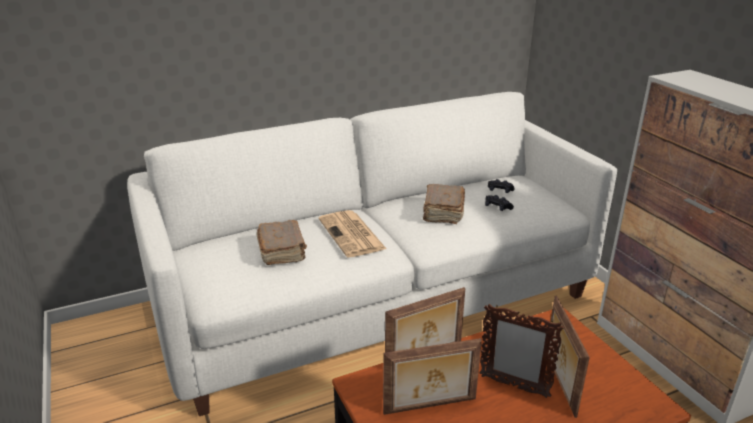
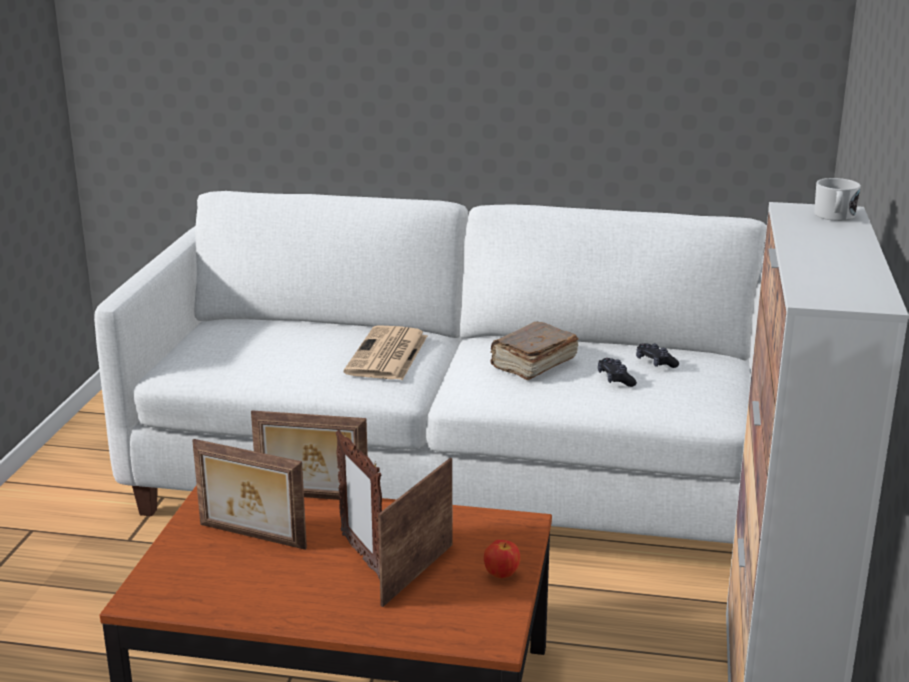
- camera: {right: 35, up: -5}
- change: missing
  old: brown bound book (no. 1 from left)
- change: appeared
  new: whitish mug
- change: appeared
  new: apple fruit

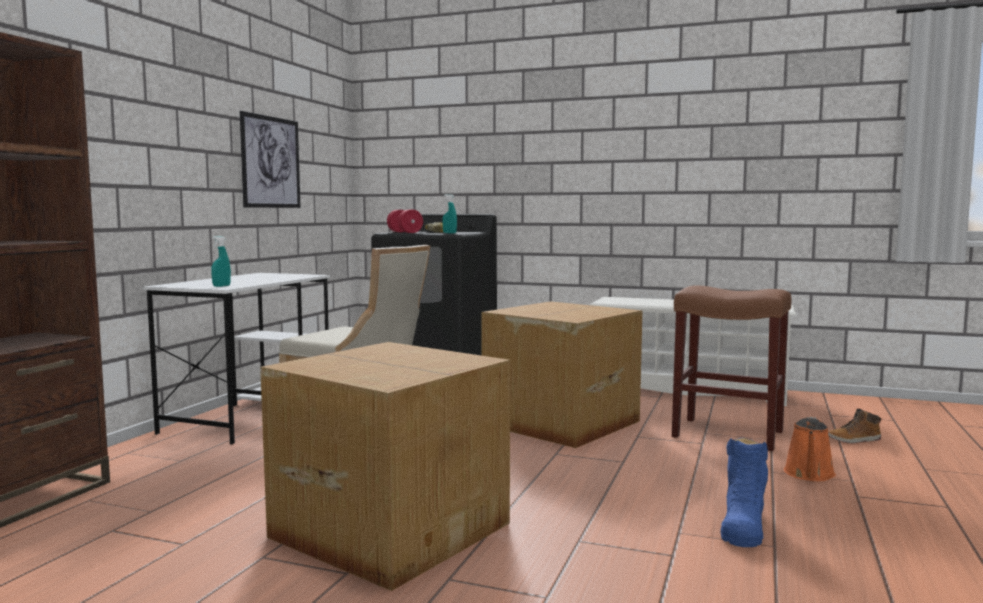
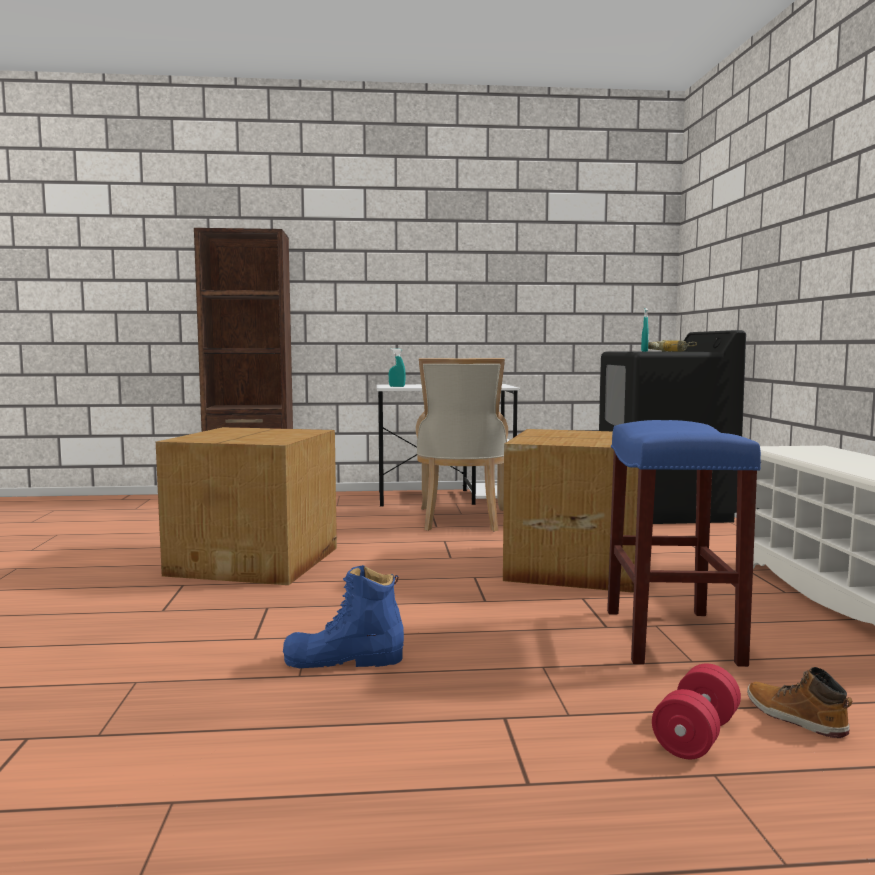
- camera: {right: 65, up: 0}
- change: missing
  old: wall art
- change: relocated
  old: red hand weight
- change: colour
  old: brown sitting stool
  new: blue-coloured sitting stool
- change: missing
  old: orange-coloured watering pot

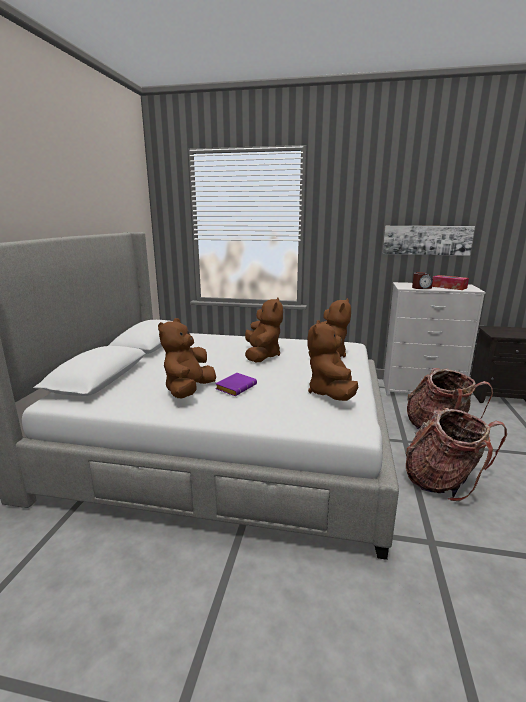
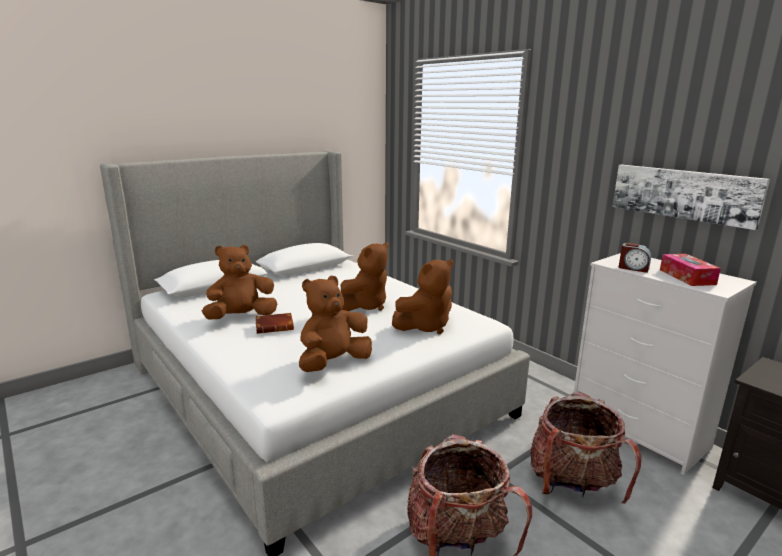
- camera: {right: 40, up: 0}
- change: colour
  old: purple-coloured bound book
  new: brown bound book

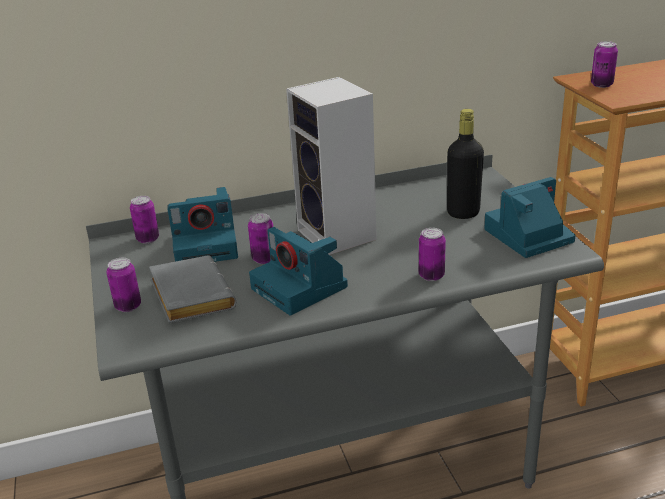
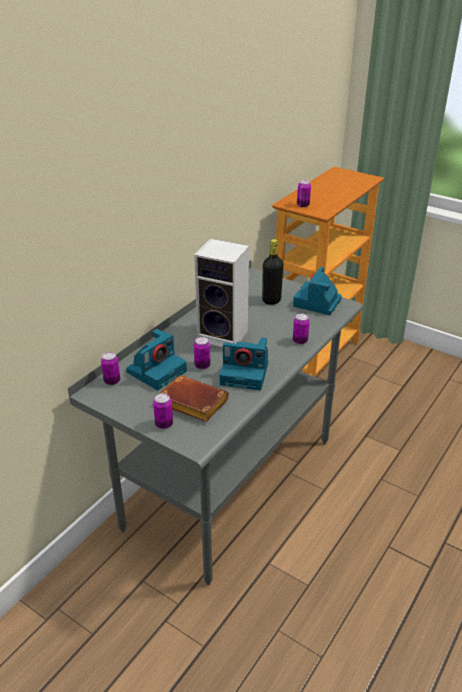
- camera: {right: -40, up: 5}
- change: colour
  old: greyish bound book
  new: brown bound book

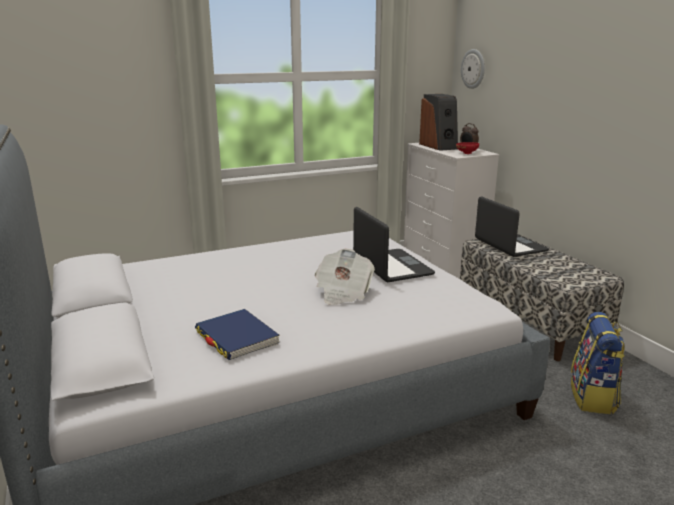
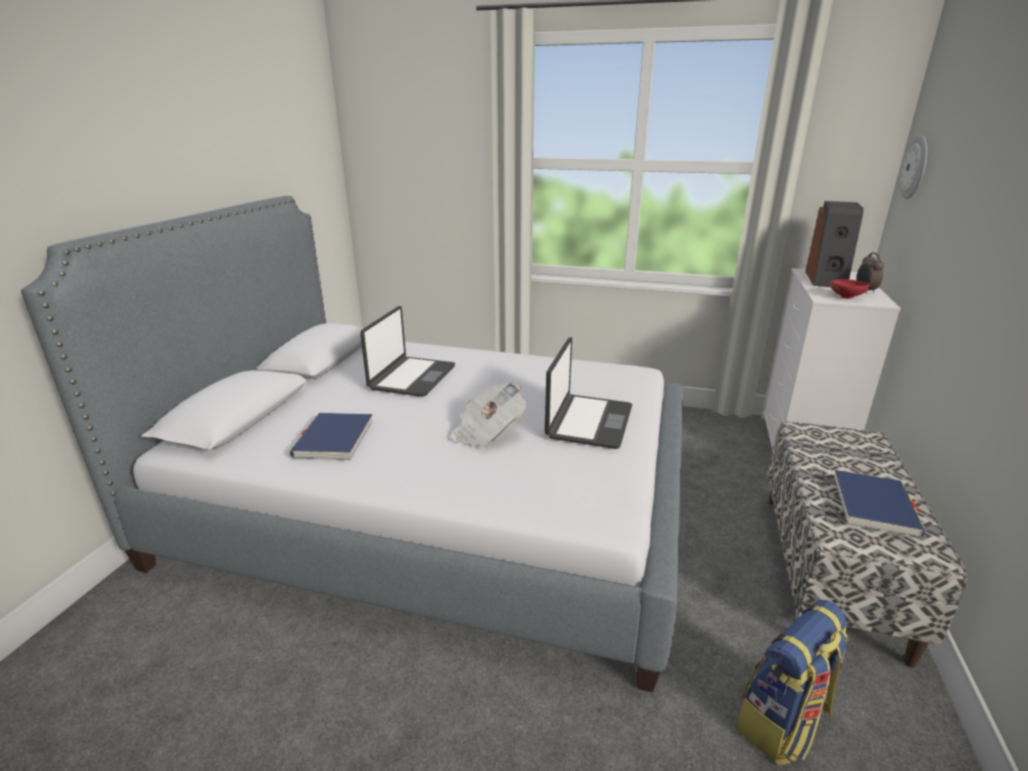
- camera: {right: 40, up: 5}
- change: relocated
  old: portable computer (no. 2 from left in the first image)
  new: portable computer (no. 1 from left)
- change: appeared
  new: blue-coloured bound book (no. 2 from left)

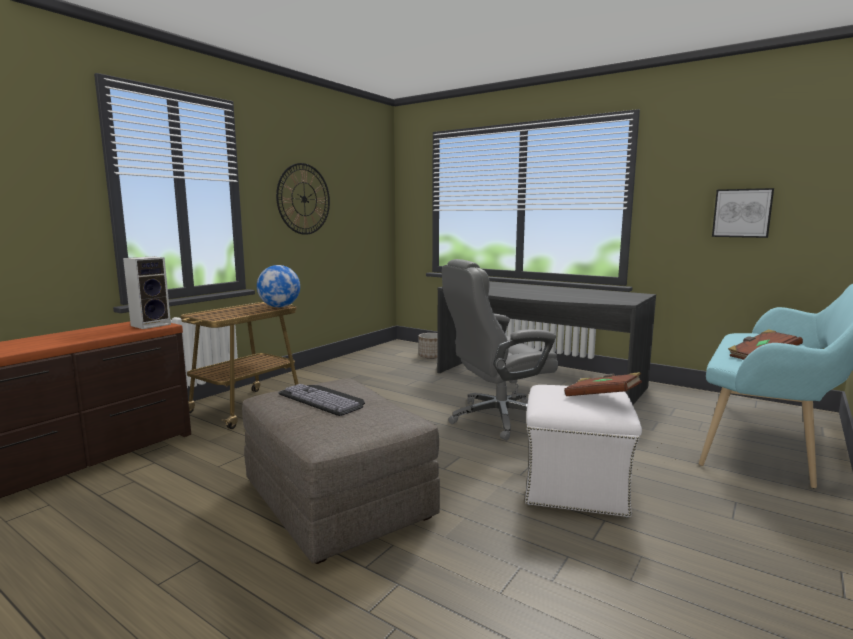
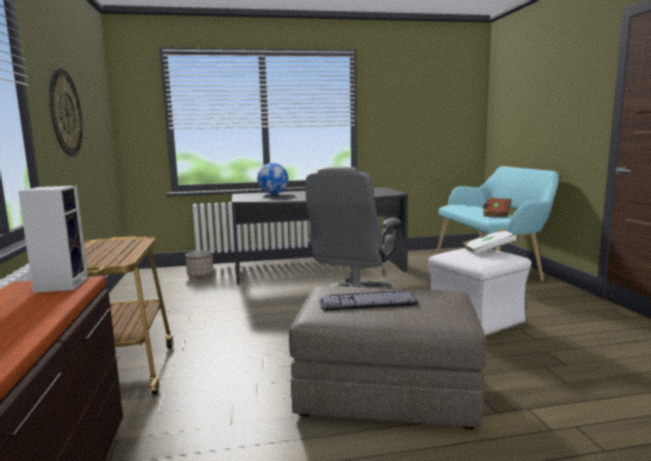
- camera: {right: -45, up: 0}
- change: missing
  old: wall art
- change: relocated
  old: globe
- change: colour
  old: brown bound book (no. 1 from left)
  new: whitish bound book

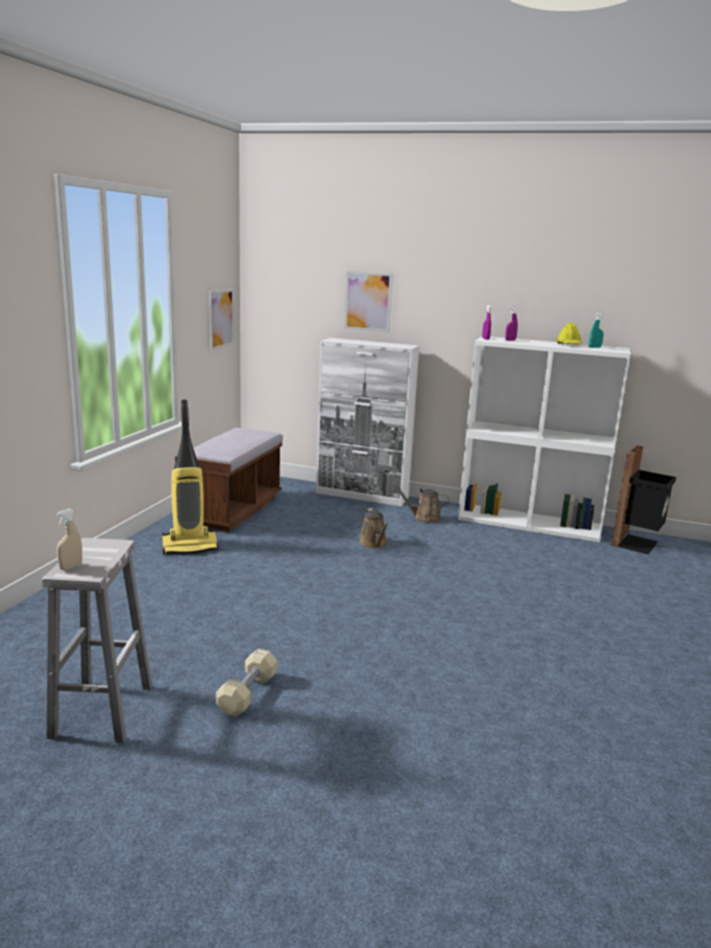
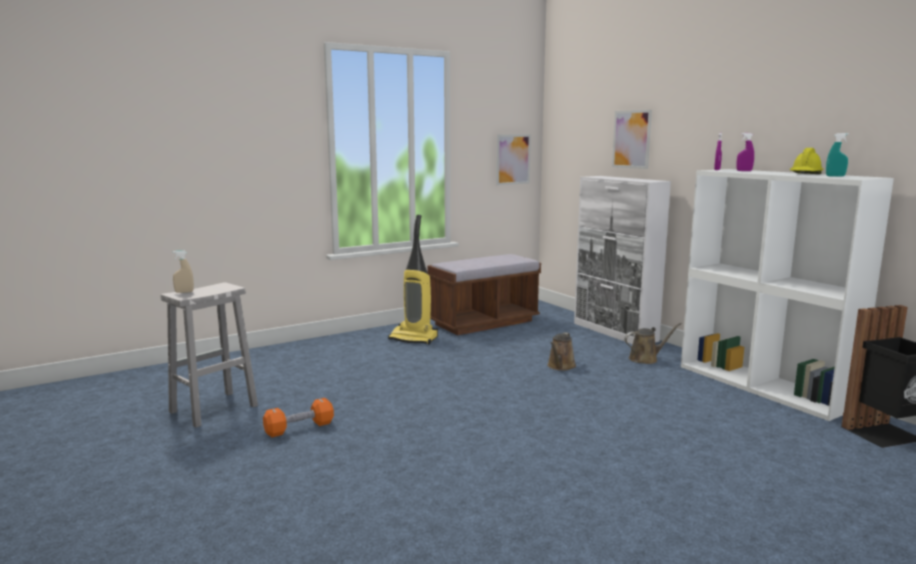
- camera: {right: 40, up: -5}
- change: spun
  old: brown watering pot (no. 2 from left)
  degrees: 120
- change: colour
  old: beige hand weight
  new: orange-coloured hand weight

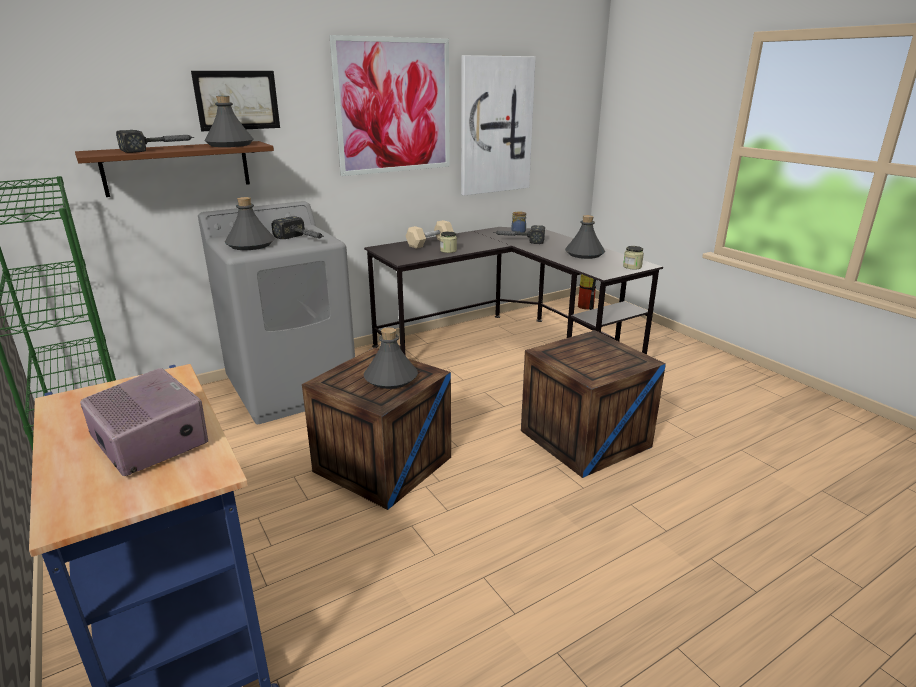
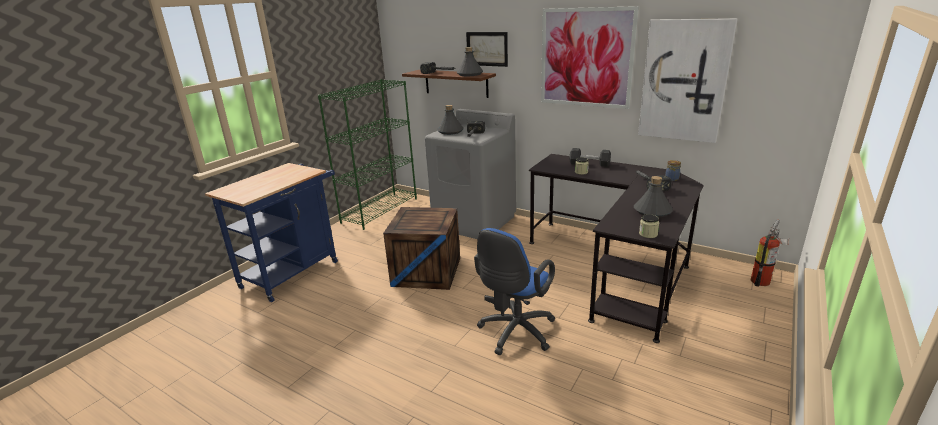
- camera: {right: 65, up: 0}
- change: colour
  old: beige hand weight
  new: black hand weight
- change: missing
  old: greyish beverage bottle (no. 3 from left)
- change: exchanged
  old: shipping crate (no. 2 from left)
  new: blue-coloured computer chair
- change: missing
  old: radio set

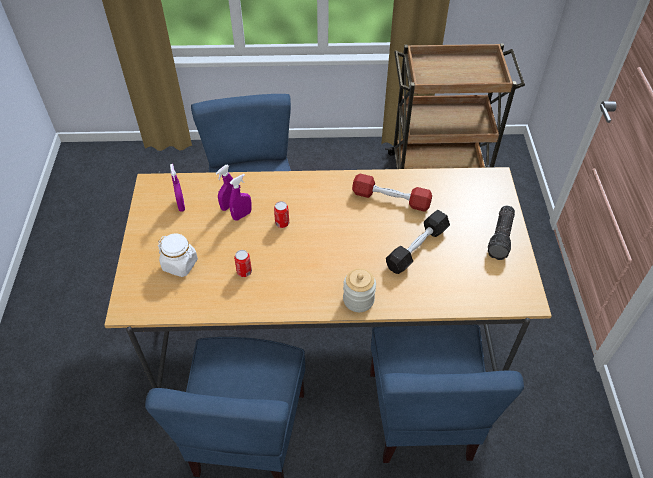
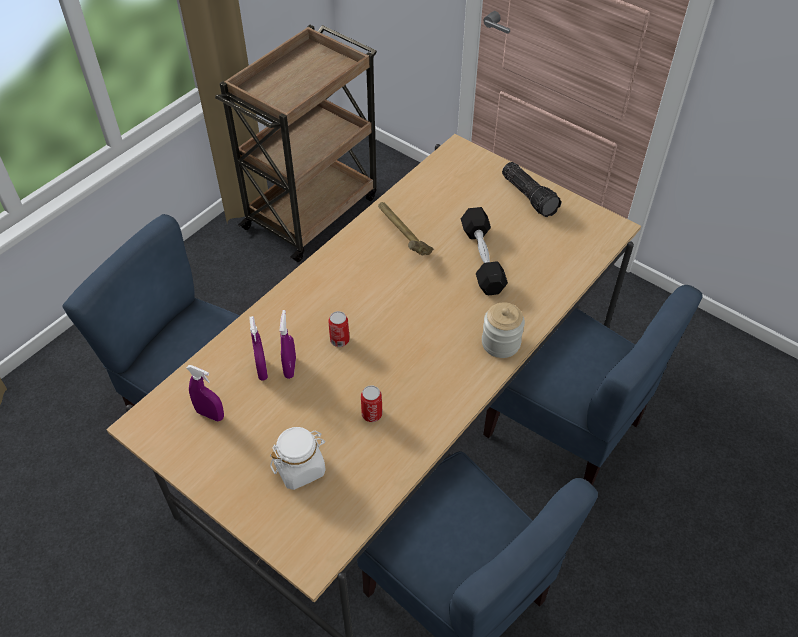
- camera: {right: -50, up: 0}
- change: exchanged
  old: red hand weight
  new: hammer

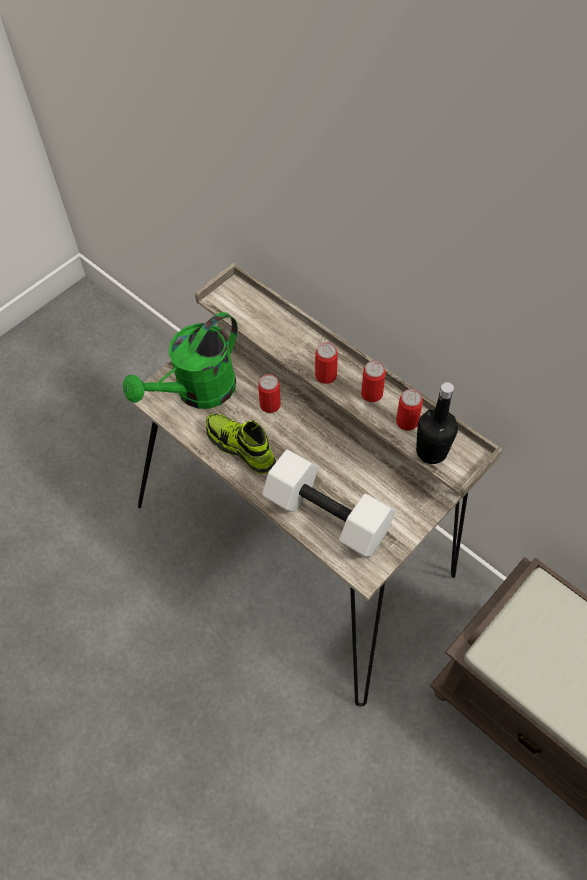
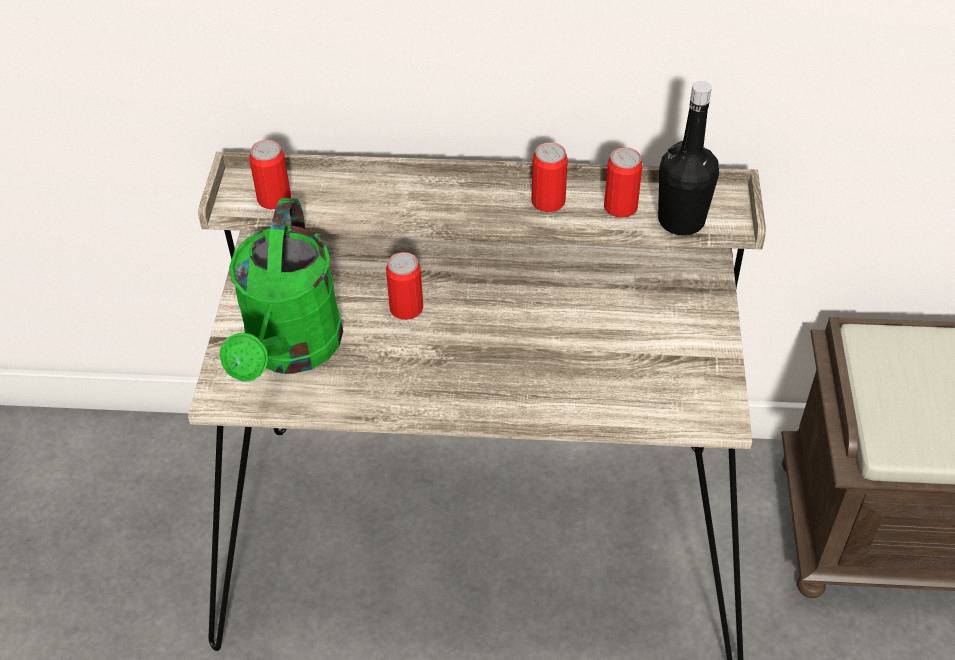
- camera: {right: -40, up: -10}
- change: relocated
  old: metal can (no. 2 from left in the first image)
  new: metal can (no. 1 from left)
- change: missing
  old: item of footwear
- change: missing
  old: whitish hand weight

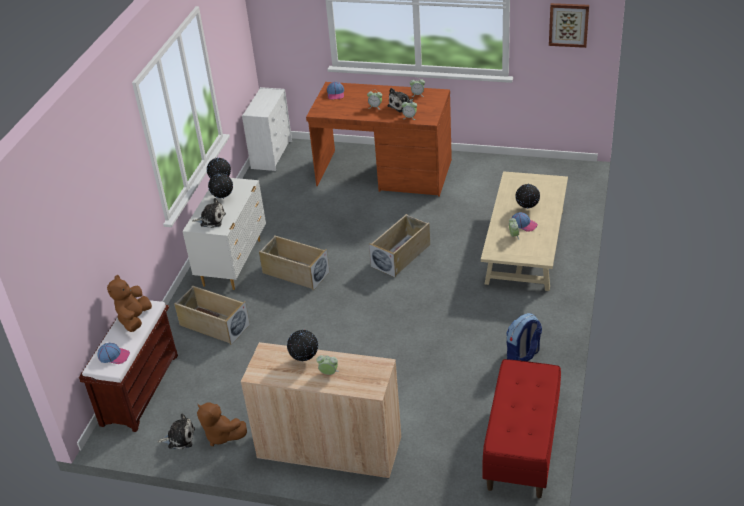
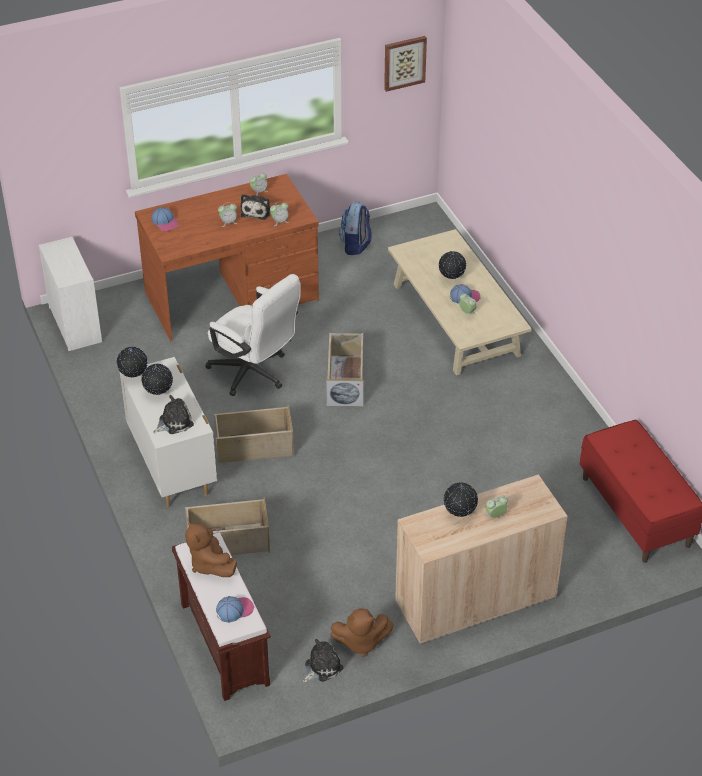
- camera: {right: -40, up: 5}
- change: relocated
  old: rucksack
- change: appeared
  new: whitish computer chair

